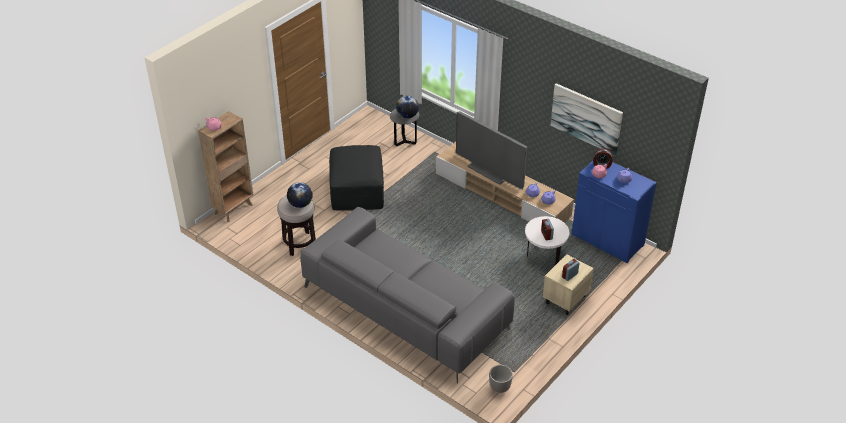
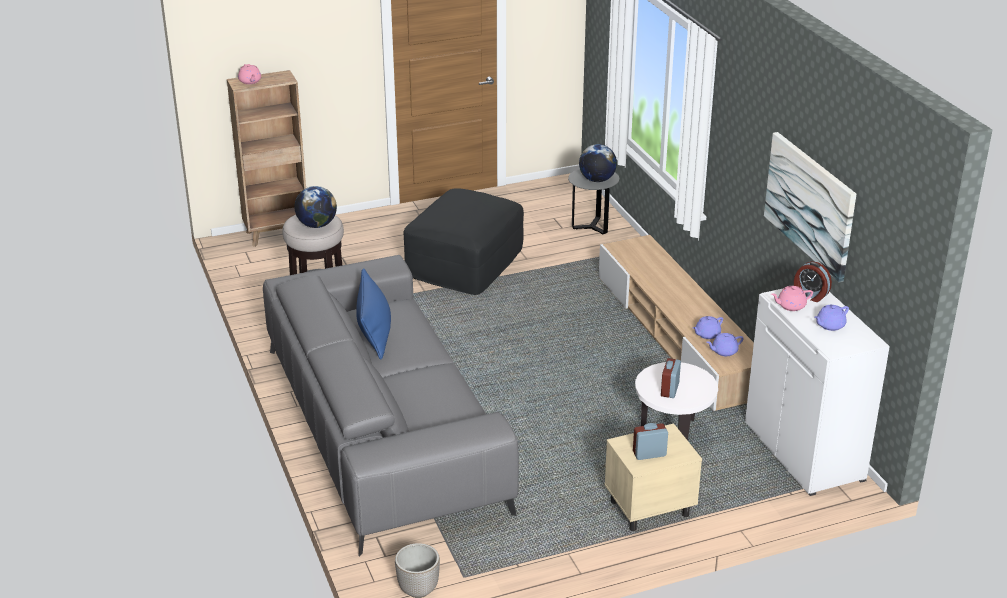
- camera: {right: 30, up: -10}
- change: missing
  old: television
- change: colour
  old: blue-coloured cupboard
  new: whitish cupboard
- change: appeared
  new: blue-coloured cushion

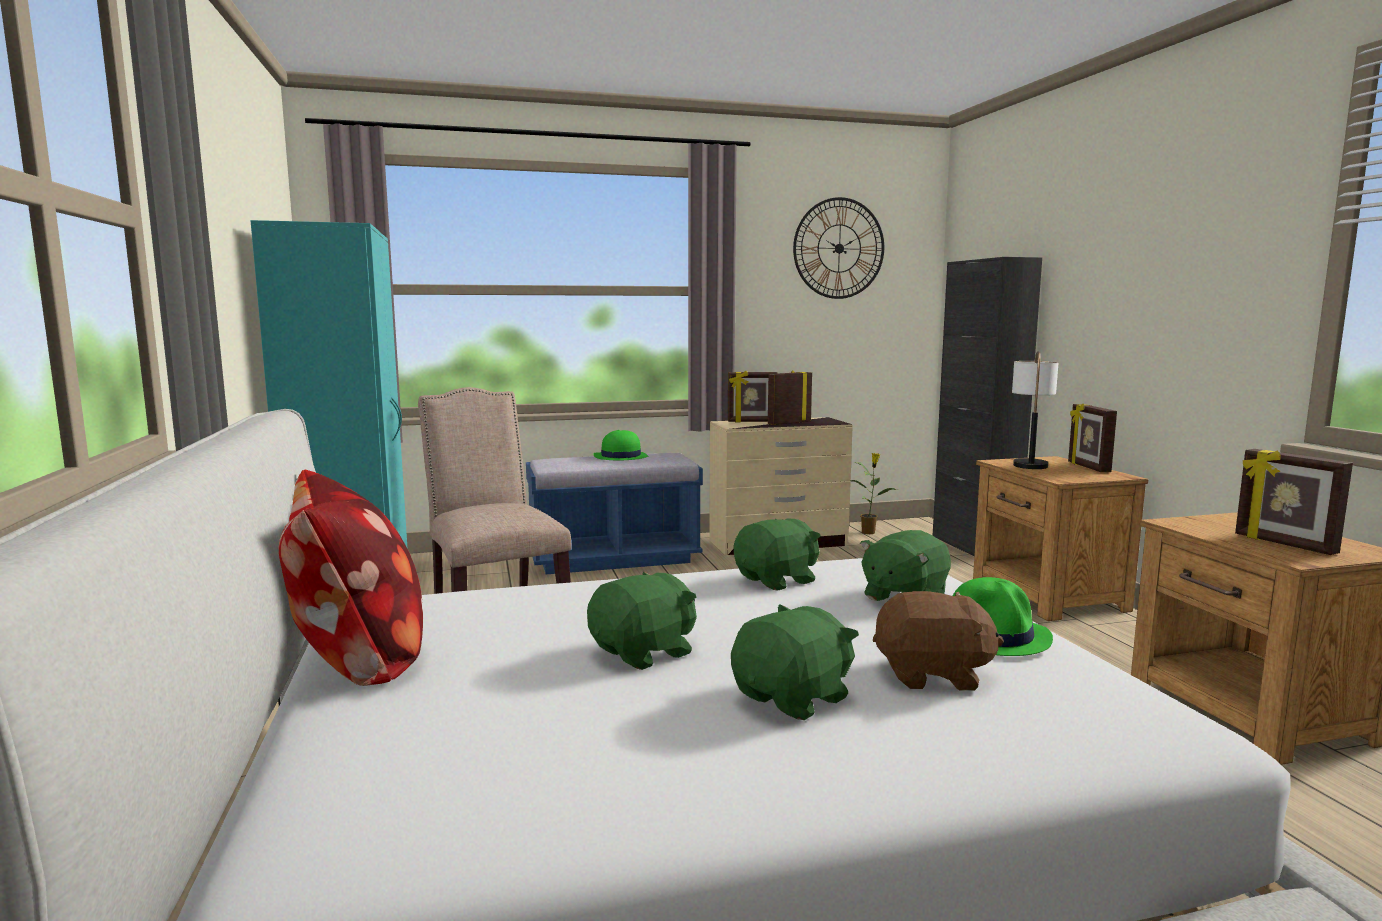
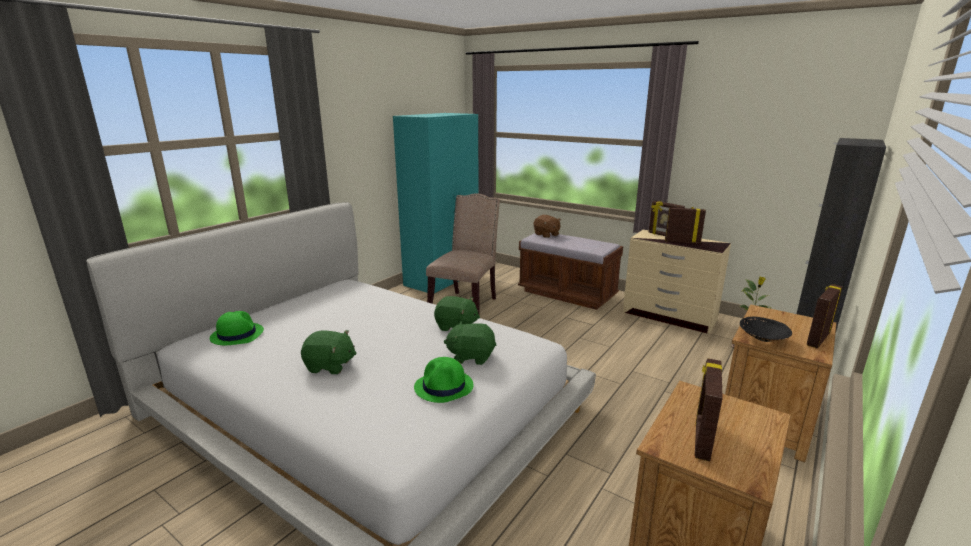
- camera: {right: 50, up: 10}
- change: missing
  old: hanging clock
- change: missing
  old: table lamp
- change: relocated
  old: green wearable hat (no. 1 from left)
- change: colour
  old: blue-coloured bench
  new: brown bench
- change: missing
  old: cushion
- change: missing
  old: green plush toy (no. 1 from left)
- change: relocated
  old: brown plush toy
- change: appeared
  new: black deep dish

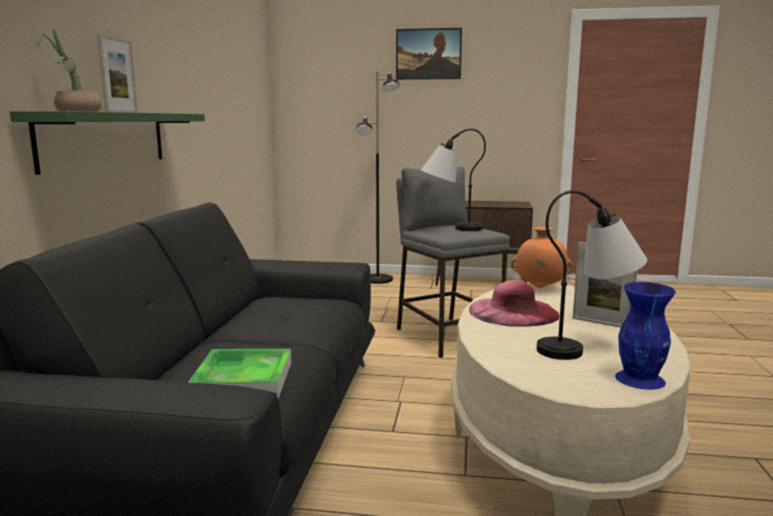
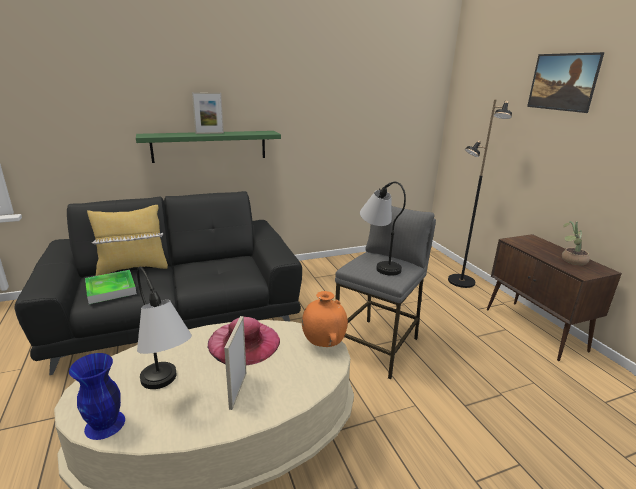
- camera: {right: 60, up: 10}
- change: relocated
  old: plant in a pot
- change: appeared
  new: yellow-coloured cushion

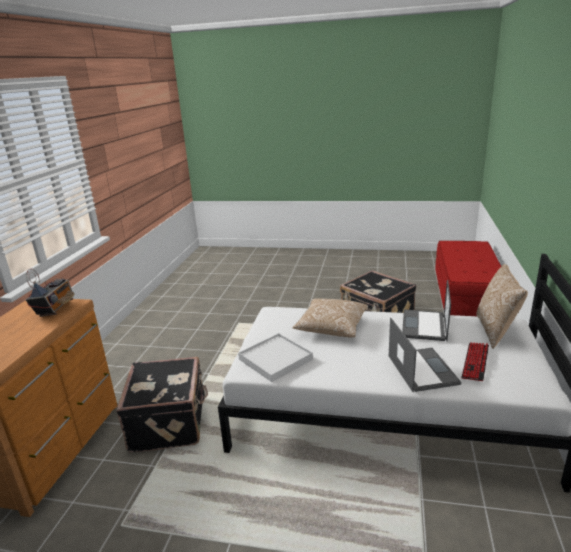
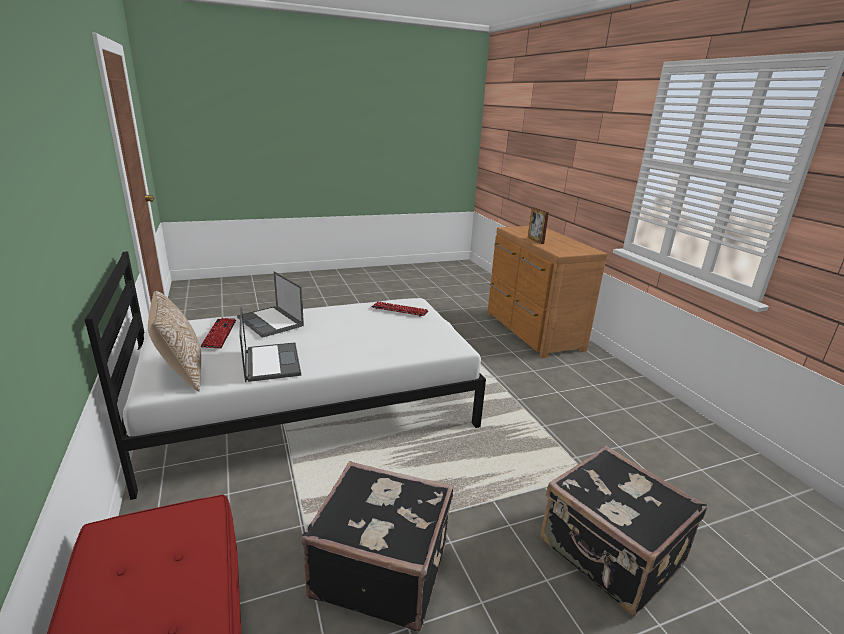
- camera: {right: 145, up: 0}
- change: missing
  old: radio set
- change: missing
  old: cushion (no. 1 from left)
- change: exchanged
  old: whitish carrying tray
  new: PC keyboard (no. 2 from left)
- change: relocated
  old: black travel case (no. 1 from left in the first image)
  new: black travel case (no. 2 from left)
- change: appeared
  new: photo frame

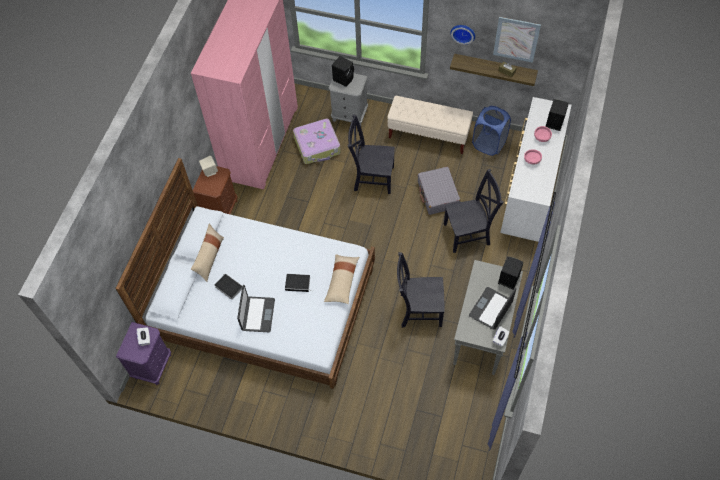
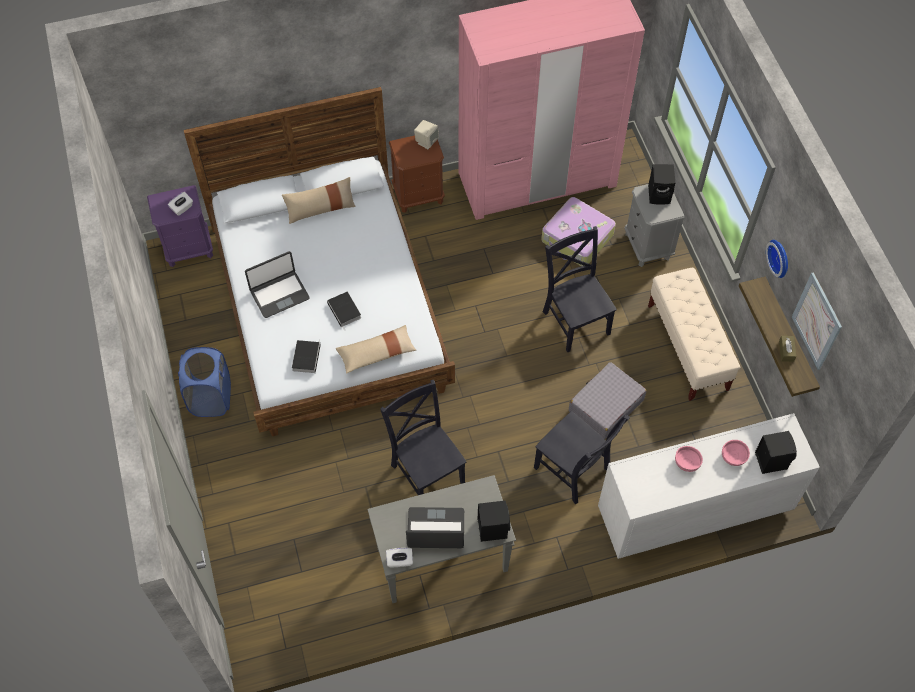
- camera: {right: 55, up: 0}
- change: relocated
  old: blue-coloured hamper
- change: relocated
  old: bound book (no. 1 from left)

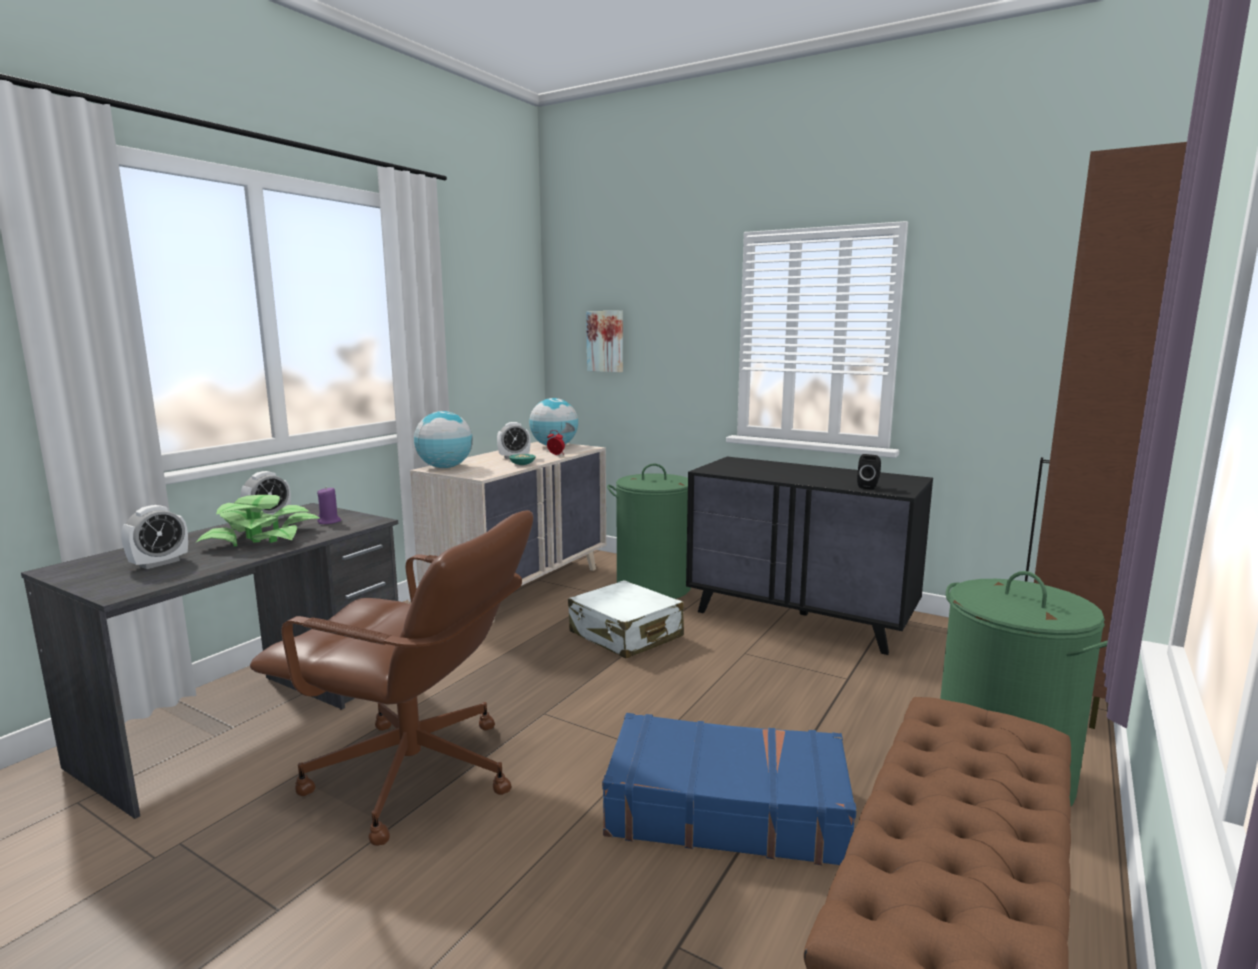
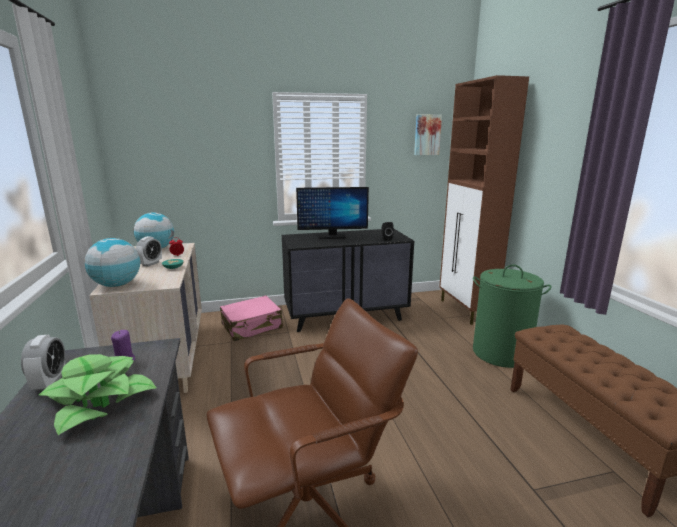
- camera: {right: -45, up: 5}
- change: relocated
  old: wall art
- change: exchanged
  old: green hamper (no. 1 from left)
  new: pink-coloured travel case
- change: missing
  old: alarm clock (no. 1 from left)
- change: missing
  old: whitish travel case
- change: missing
  old: blue-coloured travel case
- change: appeared
  new: computer screen

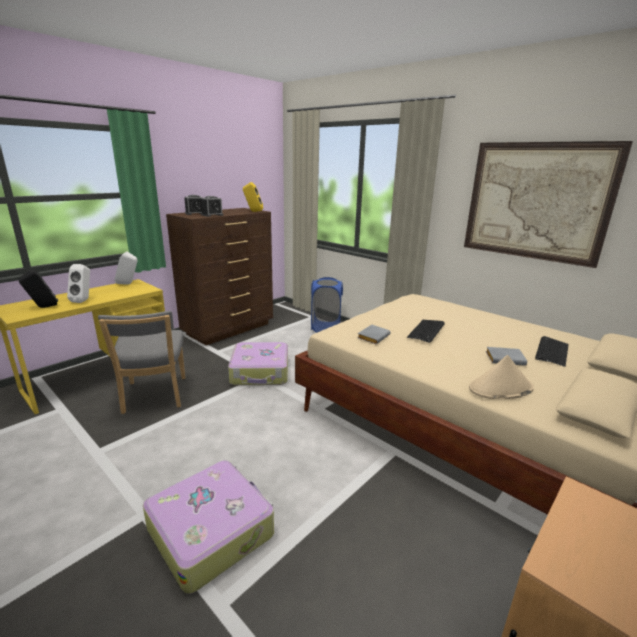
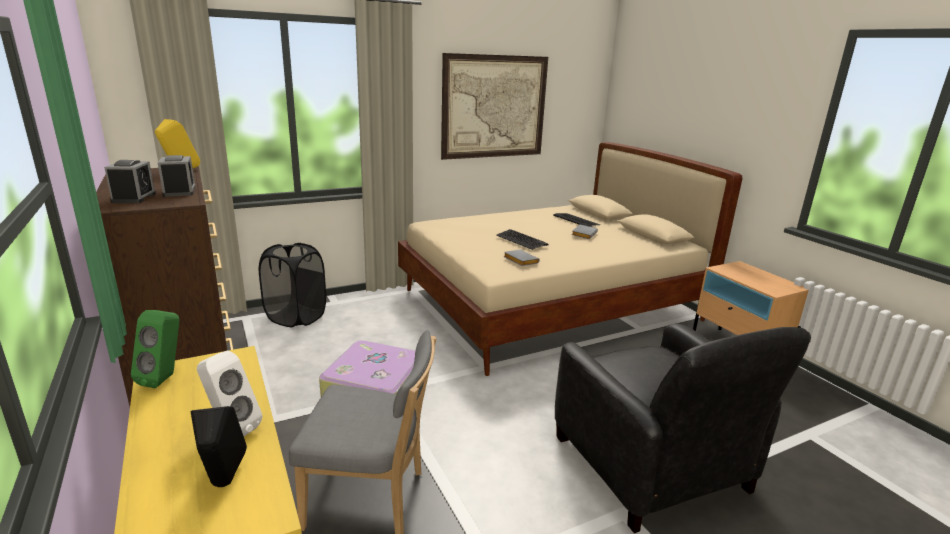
- camera: {right: -70, up: 0}
- change: colour
  old: whitish audio speaker (no. 2 from left)
  new: green audio speaker
- change: colour
  old: blue-coloured hamper
  new: black hamper
- change: missing
  old: beige wearable hat
- change: exchanged
  old: travel case (no. 1 from left)
  new: black armchair

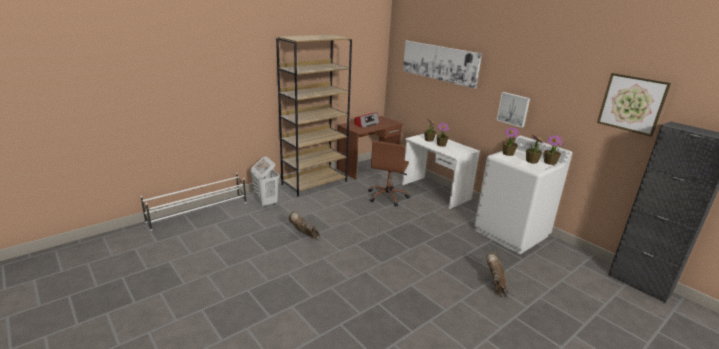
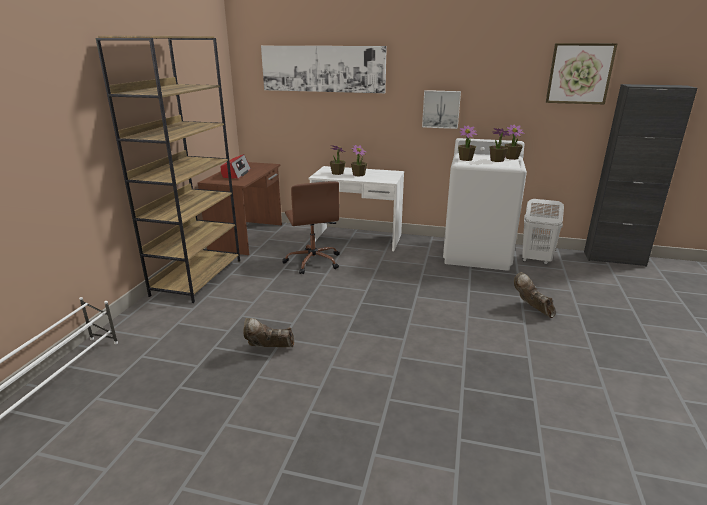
- camera: {right: -35, up: 0}
- change: relocated
  old: whitish hamper

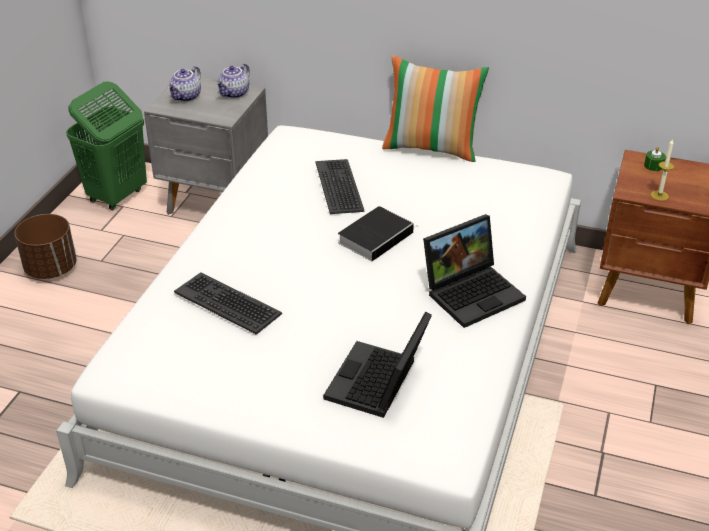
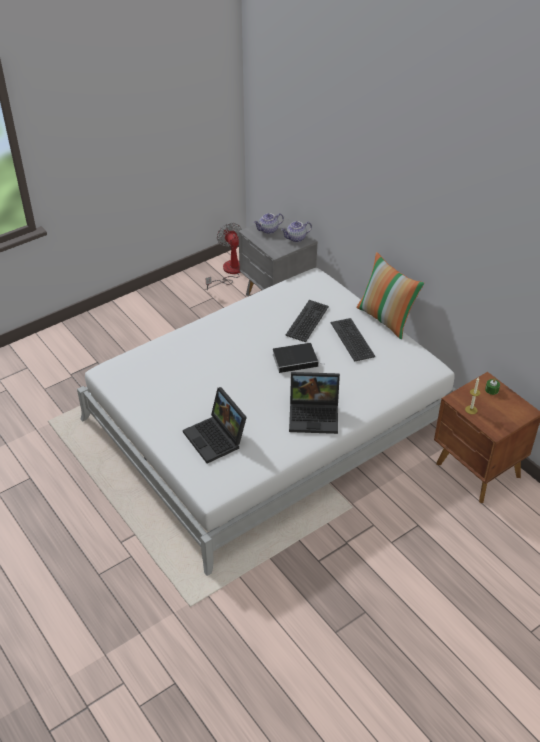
- camera: {right: 35, up: 5}
- change: exchanged
  old: green hamper
  new: fan
- change: missing
  old: brown planter
- change: relocated
  old: PC keyboard (no. 1 from left in the first image)
  new: PC keyboard (no. 2 from left)
- change: spun
  old: portable computer (no. 1 from left)
  degrees: -90

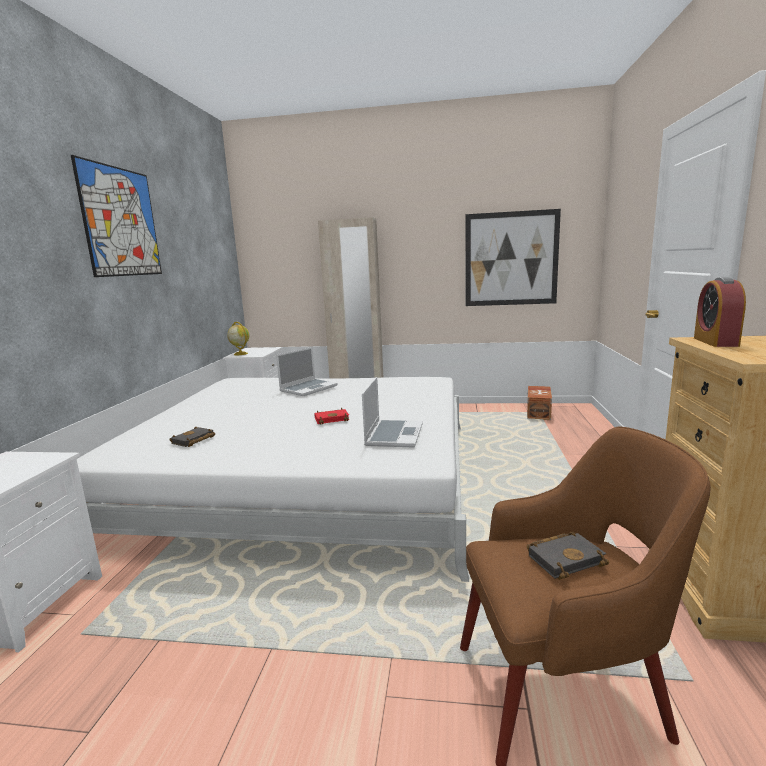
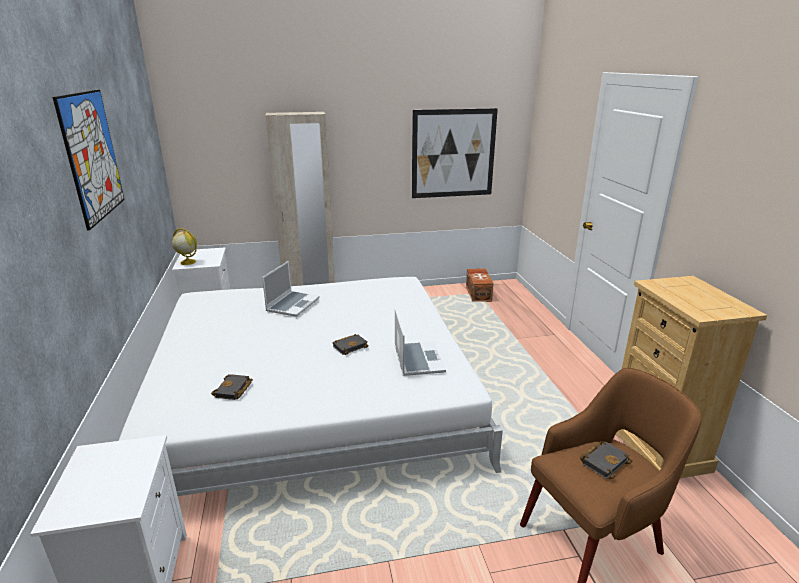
- camera: {right: -20, up: 10}
- change: missing
  old: alarm clock
- change: colour
  old: red bound book
  new: black bound book (no. 2 from left)

